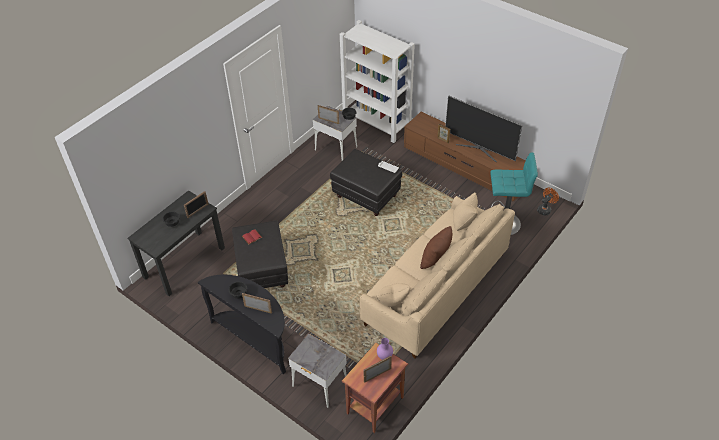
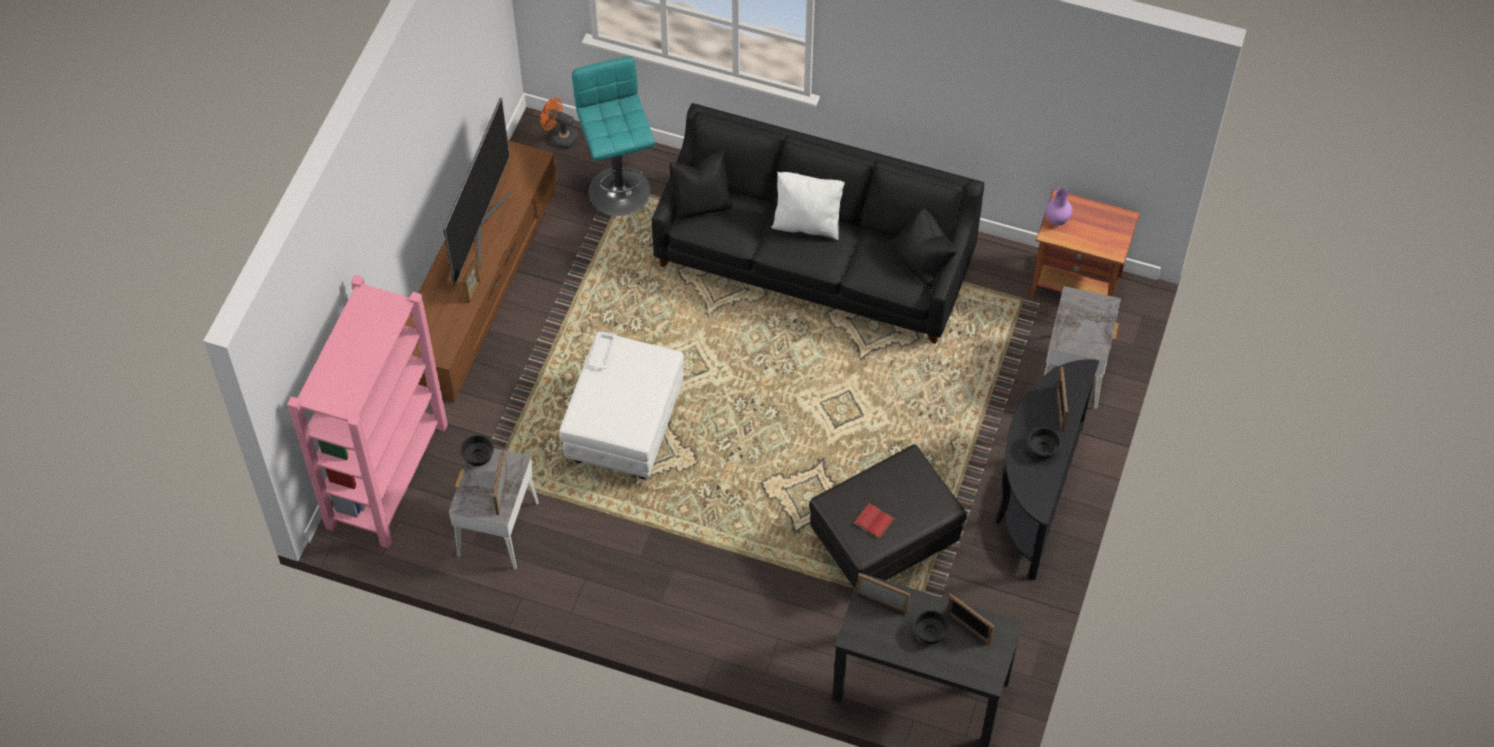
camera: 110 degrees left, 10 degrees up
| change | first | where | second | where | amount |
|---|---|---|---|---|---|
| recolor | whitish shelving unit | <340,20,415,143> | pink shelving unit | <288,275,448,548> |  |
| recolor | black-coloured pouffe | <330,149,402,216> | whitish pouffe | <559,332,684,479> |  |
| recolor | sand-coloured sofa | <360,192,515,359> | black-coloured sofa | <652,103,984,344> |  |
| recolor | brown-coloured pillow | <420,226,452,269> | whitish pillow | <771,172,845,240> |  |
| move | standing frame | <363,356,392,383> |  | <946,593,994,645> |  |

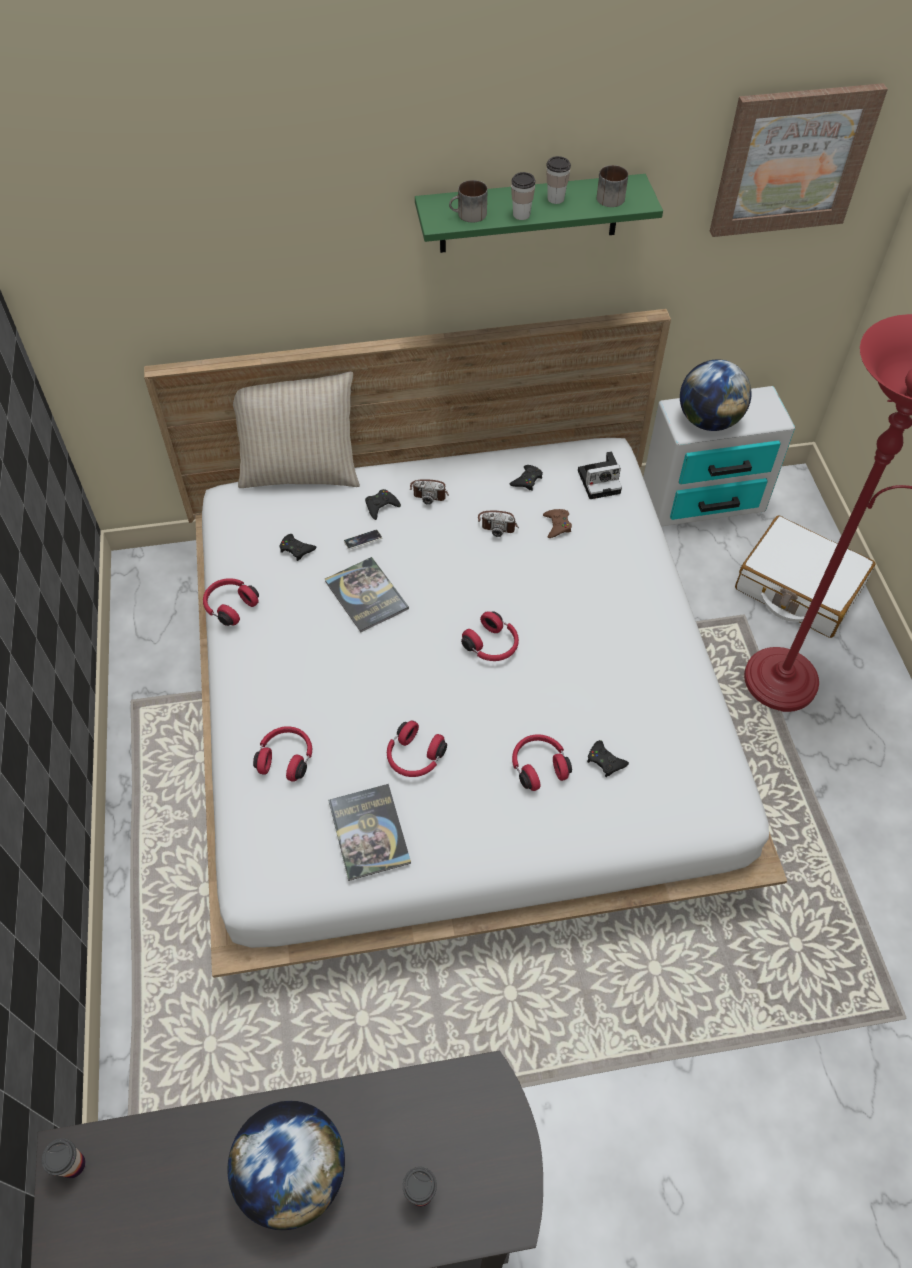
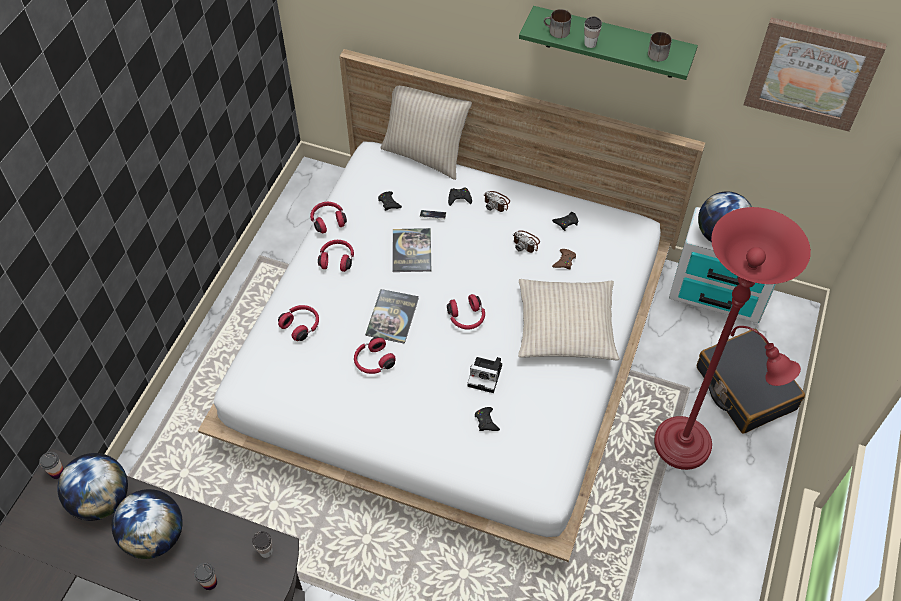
camera: 30 degrees right, 0 degrees up
| change | first | where | second | where | amount |
|---|---|---|---|---|---|
| insert |  |  | world globe | <57,453,128,521> |  |
| move | small cup | <546,156,571,204> |  | <252,531,273,558> |  |
| move | red-coloured headset | <512,734,572,791> |  | <318,240,354,272> |  |
| move | volume | <328,784,411,881> |  | <365,289,419,344> |  |
| move | still camera | <578,451,622,499> |  | <467,357,502,393> |  |
| insert |  |  | sand-coloured pillow | <518,279,620,361> |  |
| recolor | whitish suitcase | <735,516,876,638> | black-coloured suitcase | <697,329,805,434> |  |

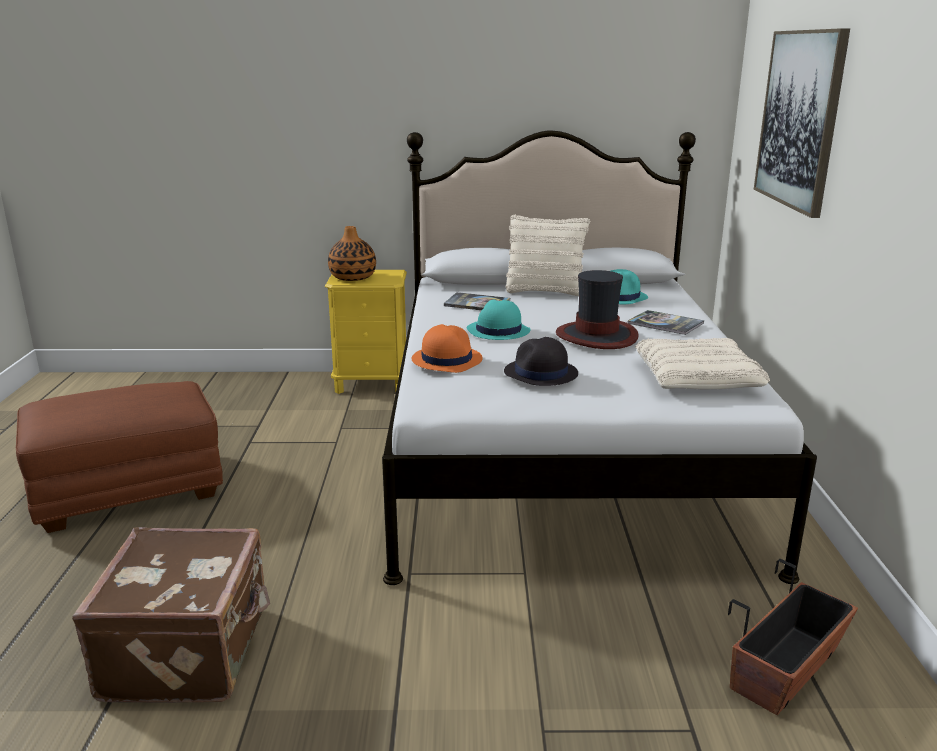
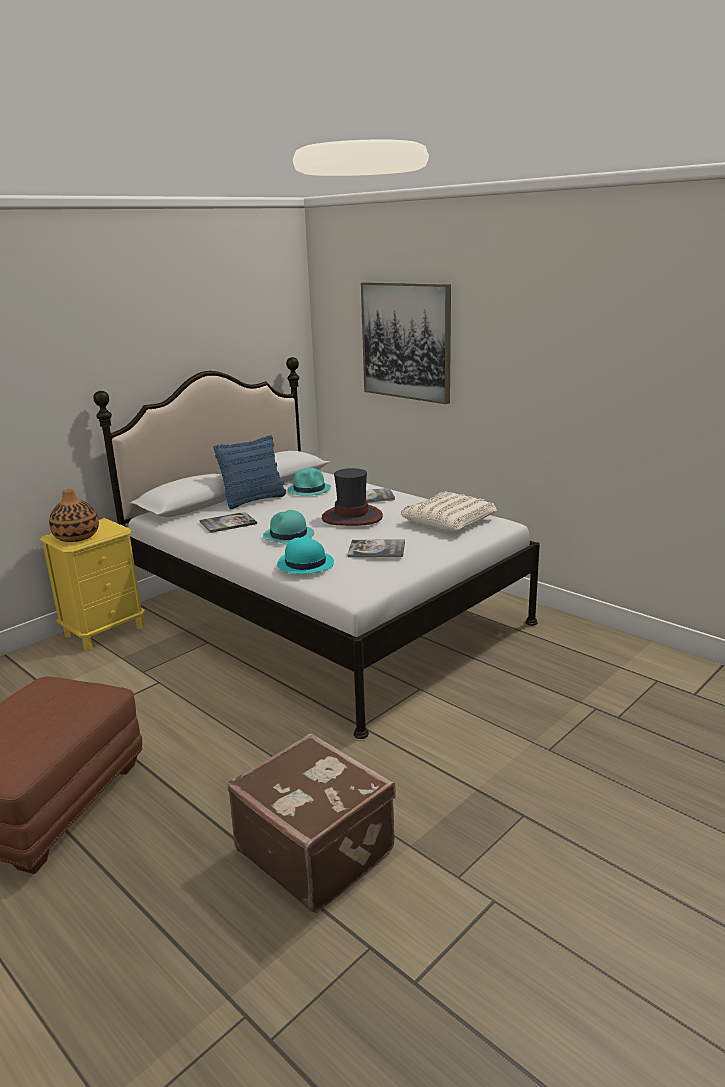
camera: 45 degrees left, 0 degrees up
| change | first | where | second | where | amount |
|---|---|---|---|---|---|
| recolor | sand-coloured pillow | <506,214,591,296> | blue pillow | <213,435,286,509> |  |
| recolor | orange-coloured hat | <412,324,483,373> | turquoise hat | <277,536,334,574> |  |
| replace | black-coloured hat | <504,337,578,386> | volume | <348,539,405,557> |  |
| delete | planter | <728,559,858,715> |  |  |  |

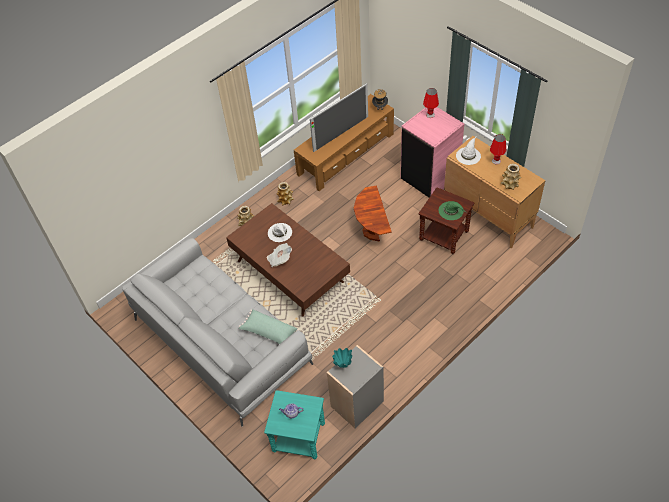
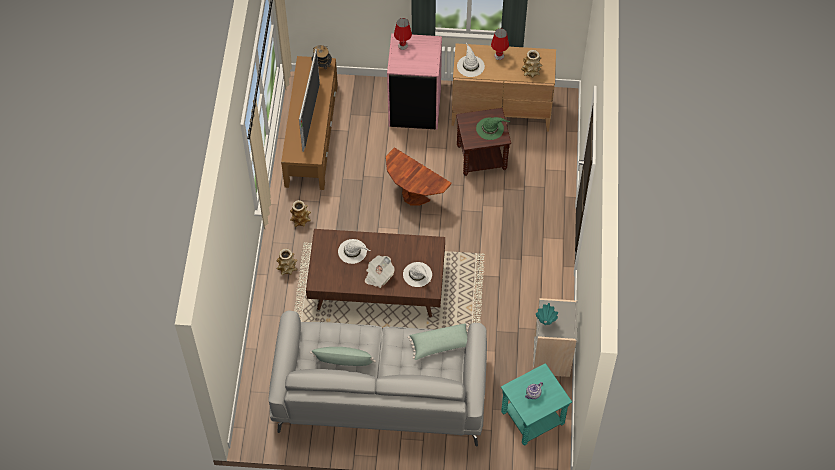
camera: 45 degrees left, 5 degrees up
| change | first | where | second | where | amount |
|---|---|---|---|---|---|
| insert |  |  | green pillow | <310,347,376,366> |  |
| insert |  |  | whitish hat | <403,262,432,287> |  |

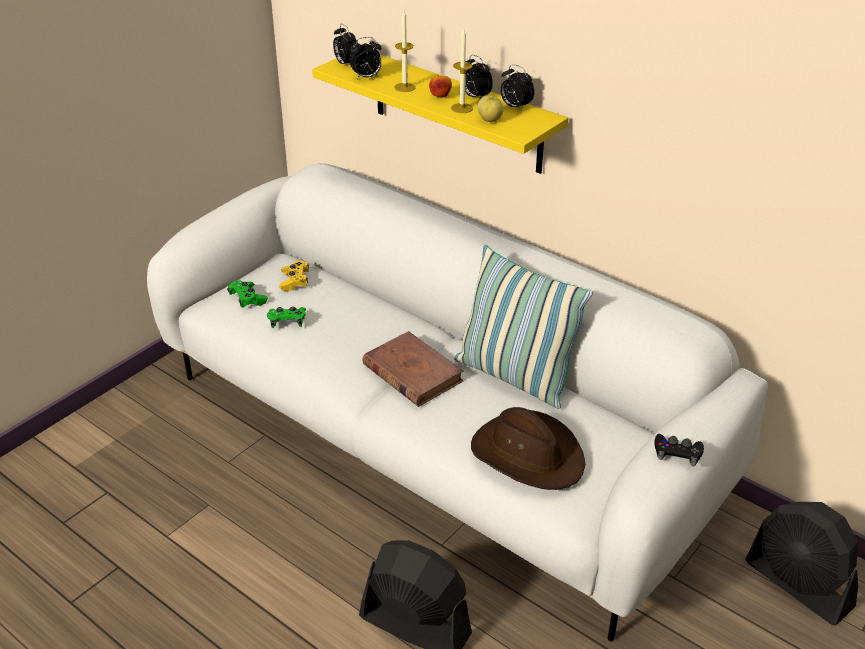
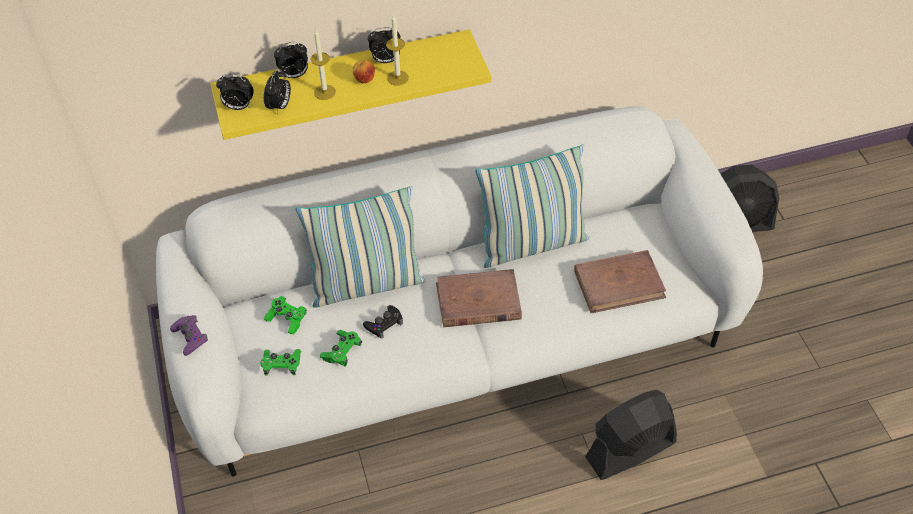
camera: 55 degrees left, 15 degrees up
| change | first | where | second | where | amount |
|---|---|---|---|---|---|
| insert |  |  | purplish joypad | <170,315,208,356> |  |
| recolor | yellow-coloured joypad | <279,260,309,291> | green joypad | <264,296,307,335> |  |
| move | alarm clock | <500,64,534,110> |  | <274,42,308,79> |  |
| insert |  |  | pillow | <296,186,425,308> |  |
| move | black-coloured joypad | <654,434,704,466> |  | <363,305,403,339> |  |
| replace | brown-coloured hat | <471,407,585,490> | brown-coloured volume | <574,250,666,313> |  |
| delete | whole apple | <477,95,504,122> |  |  |  |

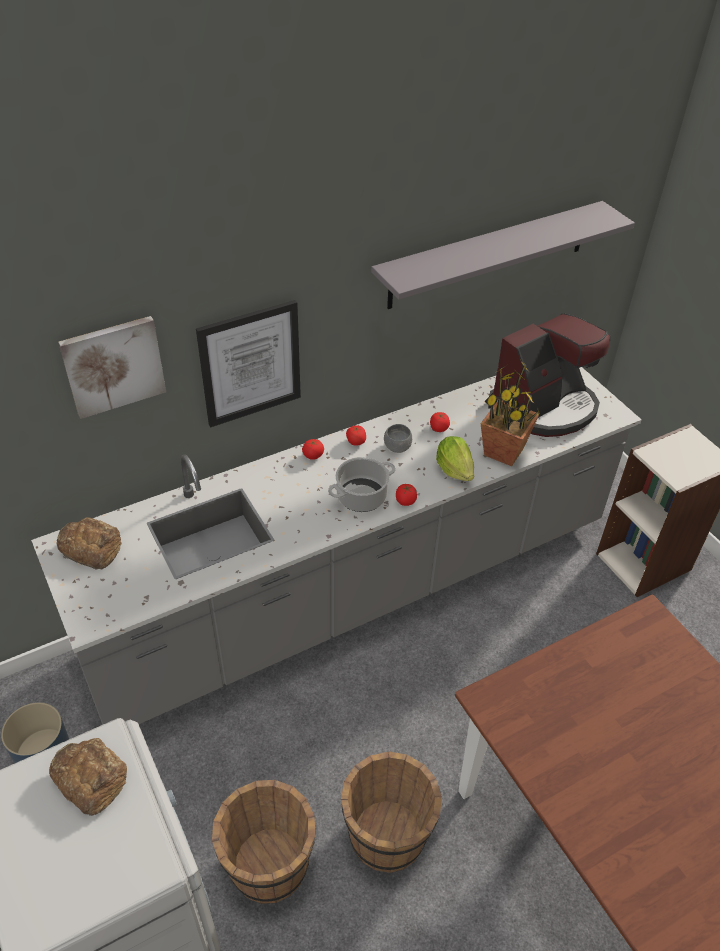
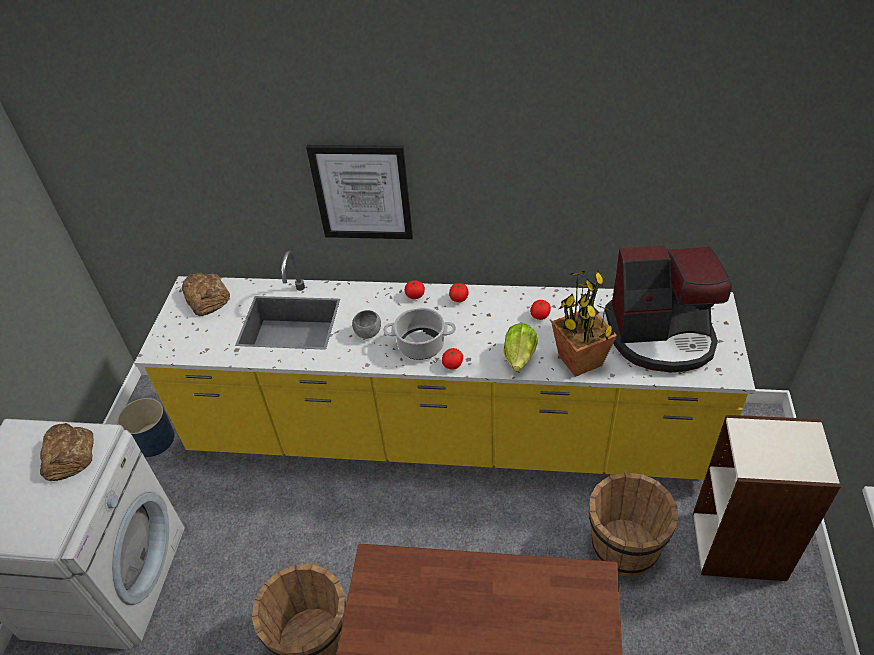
camera: 40 degrees right, 0 degrees up
| change | first | where | second | where | amount |
|---|---|---|---|---|---|
| recolor | greyish kitchen base unit | <31,367,642,725> | yellow-coloured kitchen base unit | <134,251,755,480> |  |
| move | greyish bowl | <384,424,412,453> |  | <352,310,381,338> |  |
| move | brown-coloured pail | <212,780,315,904> |  | <589,472,678,577> |  |
| delete | wall art | <58,316,166,419> |  |  |  |
| delete | greyish wall shelf | <371,201,635,309> |  |  |  |

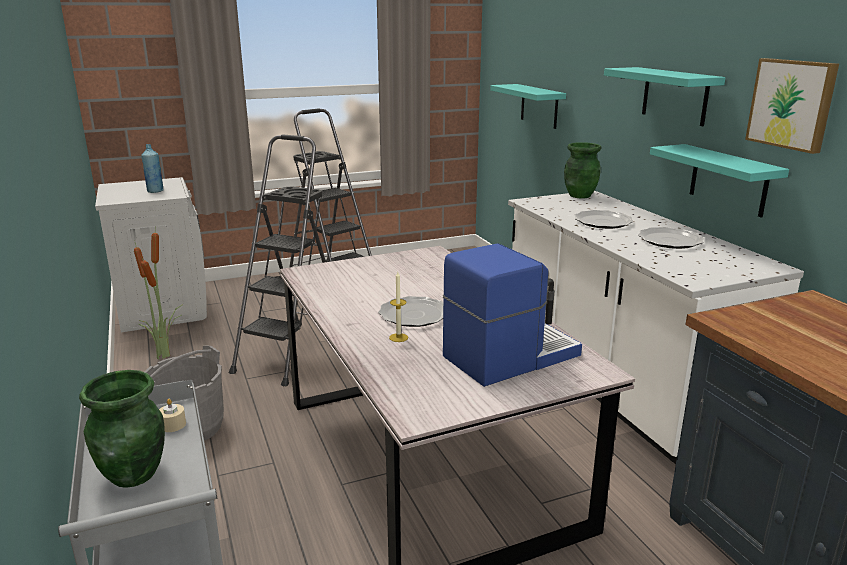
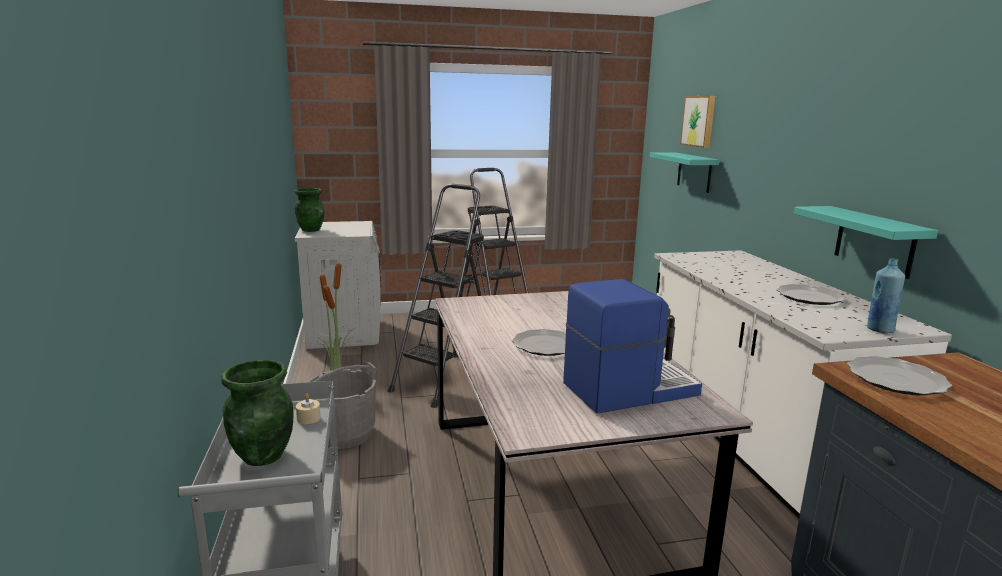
camera: 10 degrees right, 5 degrees down
| change | first | where | second | where | amount |
|---|---|---|---|---|---|
| move | green decorative vase | <564,142,601,198> |  | <295,188,324,232> |  |
| move | wall art | <745,58,839,154> |  | <680,96,715,148> |  |
| move | plate | <574,210,633,229> |  | <847,356,952,395> |  |
| move | blue drink bottle | <141,144,164,193> |  | <867,259,906,333> |  |
| delete | candle | <389,272,408,342> |  |  |  |
| delete | turquoise wall shelf | <604,67,726,126> |  |  |  |

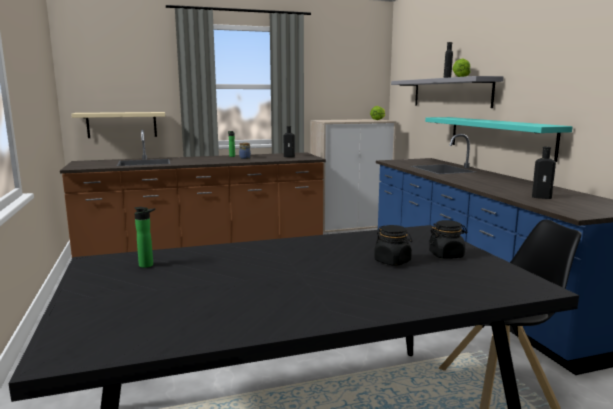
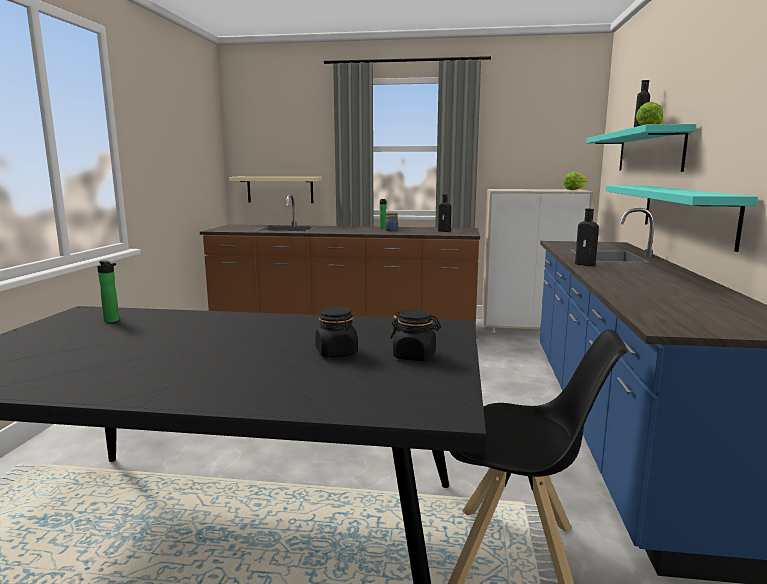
camera: 25 degrees right, 0 degrees up
| change | first | where | second | where | amount |
|---|---|---|---|---|---|
| move | black-coloured drink bottle | <532,147,556,199> |  | <575,209,599,266> |  |
| recolor | greyish wall shelf | <391,76,504,108> | turquoise wall shelf | <586,124,696,172> |  |

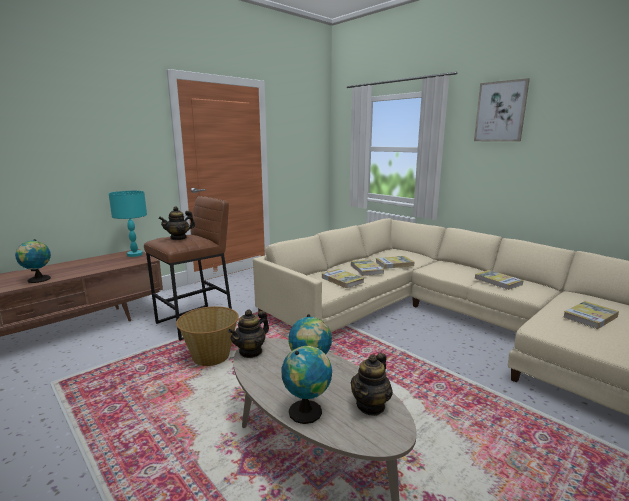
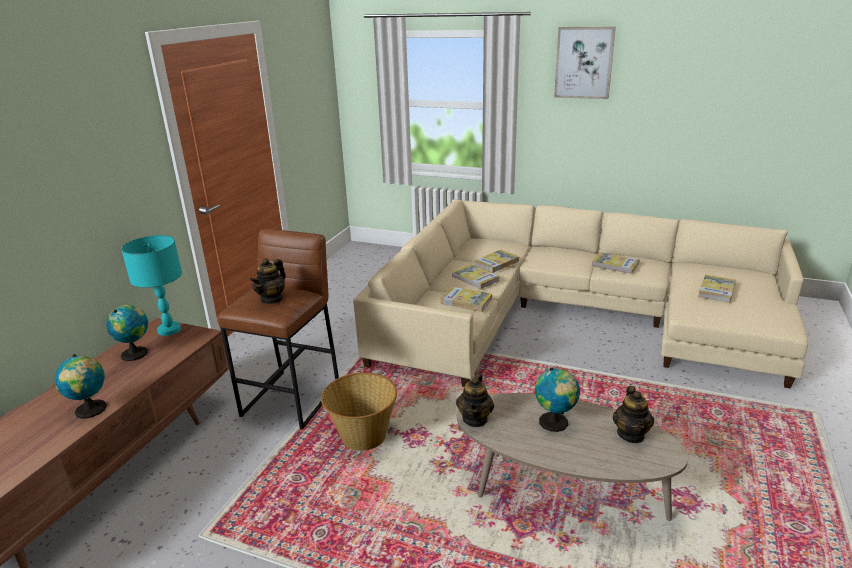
camera: 25 degrees left, 10 degrees up
| change | first | where | second | where | amount |
|---|---|---|---|---|---|
| move | world globe | <281,346,332,424> |  | <106,305,148,361> |  |

